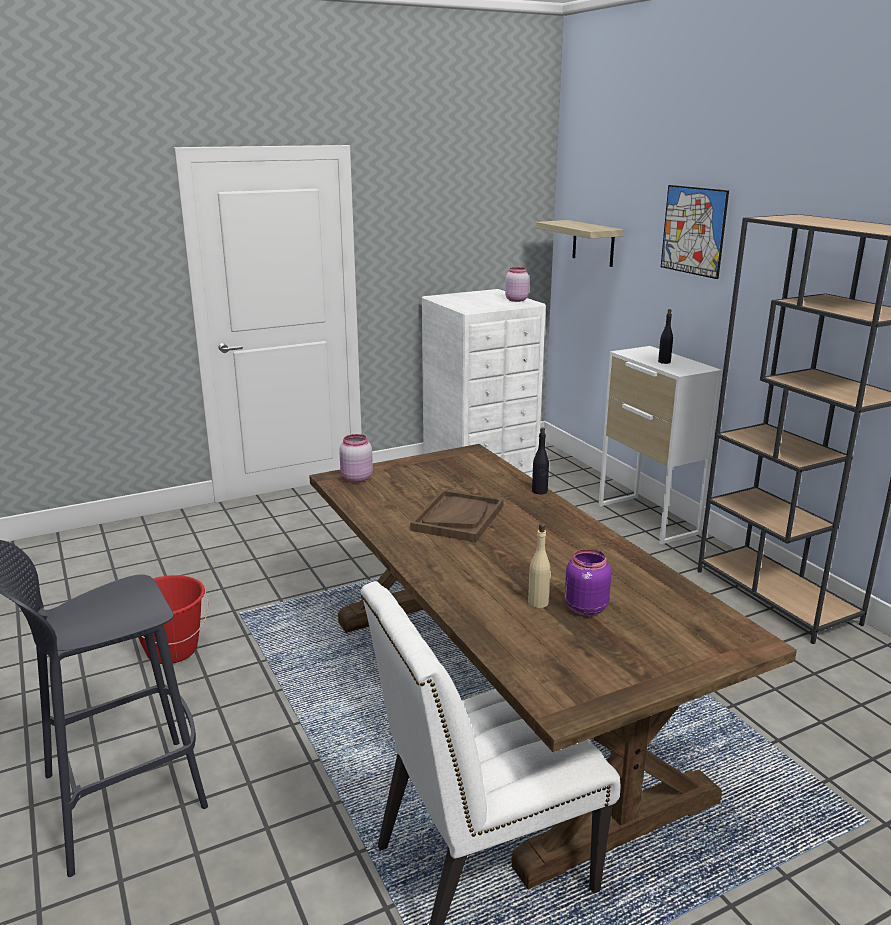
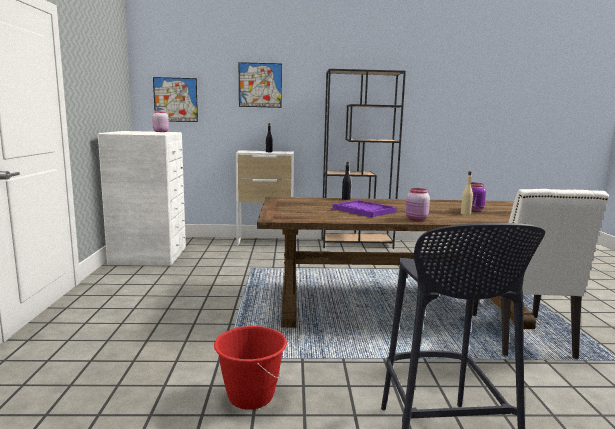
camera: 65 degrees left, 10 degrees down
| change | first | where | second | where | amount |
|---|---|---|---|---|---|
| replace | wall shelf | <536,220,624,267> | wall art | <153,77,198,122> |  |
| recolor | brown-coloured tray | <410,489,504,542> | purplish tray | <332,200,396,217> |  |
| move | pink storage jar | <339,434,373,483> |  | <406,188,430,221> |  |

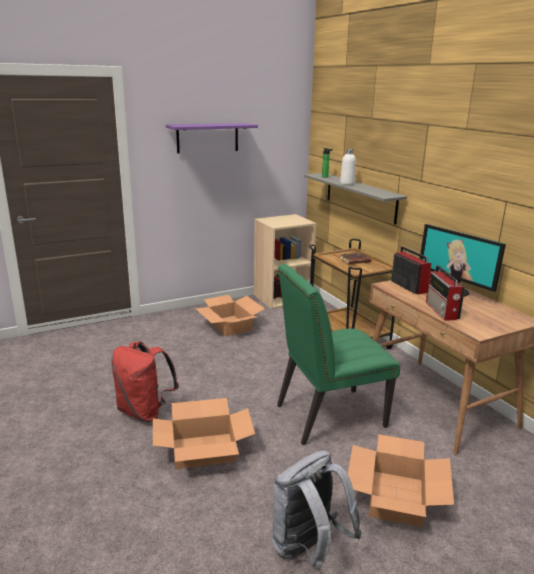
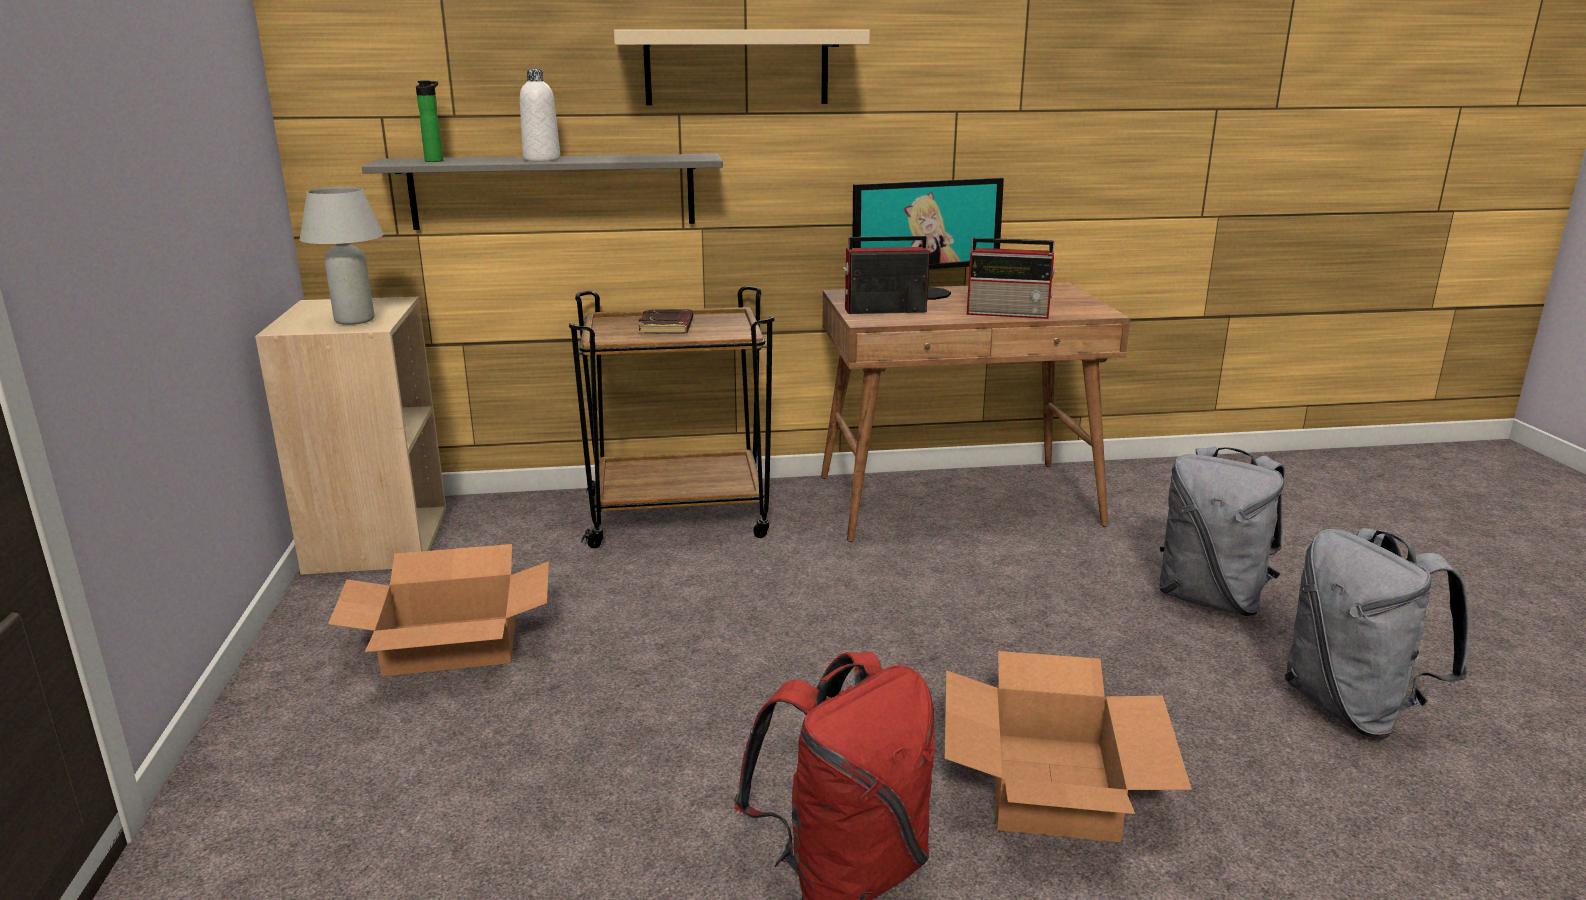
camera: 70 degrees left, 0 degrees up
| change | first | where | second | where | amount |
|---|---|---|---|---|---|
| insert |  |  | whitish table lamp | <300,187,383,325> |  |
| insert |  |  | sand-coloured wall shelf | <614,29,870,105> |  |
| replace | carton | <348,434,454,528> | greyish knapsack | <1159,447,1285,616> |  |
| delete | purplish wall shelf | <166,123,258,154> |  |  |  |
| delete | green upright chair | <277,264,400,445> |  |  |  |

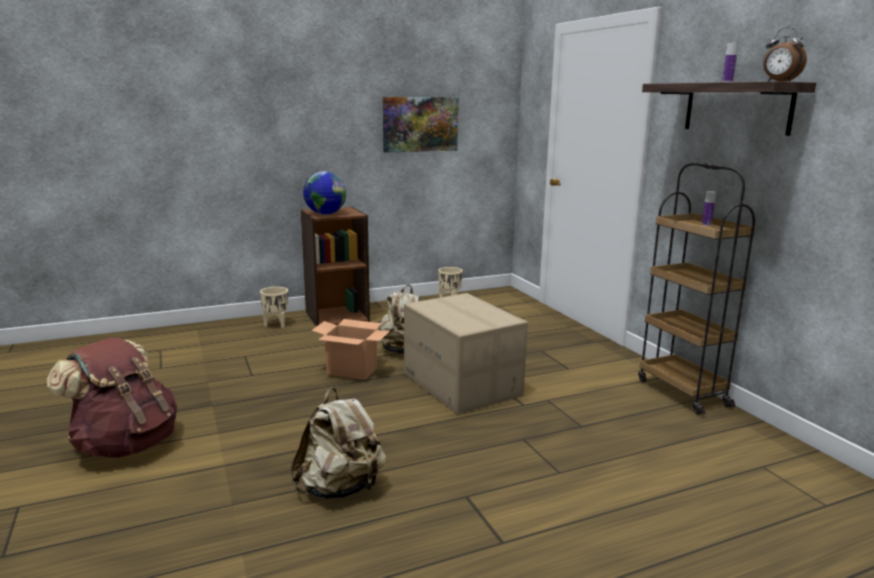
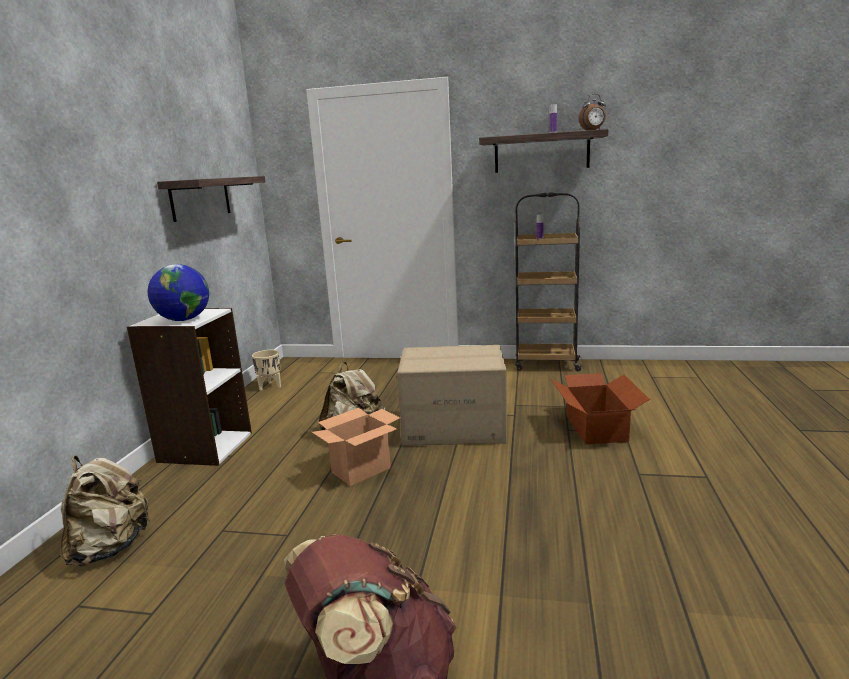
camera: 55 degrees left, 0 degrees up
| change | first | where | second | where | amount |
|---|---|---|---|---|---|
| move | sand-coloured knapsack | <291,388,386,499> |  | <60,456,151,567> |  |
| recolor | brown-coloured shelving unit | <301,207,370,327> | whitish shelving unit | <127,308,252,466> |  |
| replace | wall art | <383,97,458,152> | wall shelf | <157,176,266,222> |  |
| insert |  |  | carton | <551,373,650,444> |  |
| delete | sand-coloured planter | <260,287,288,328> |  |  |  |

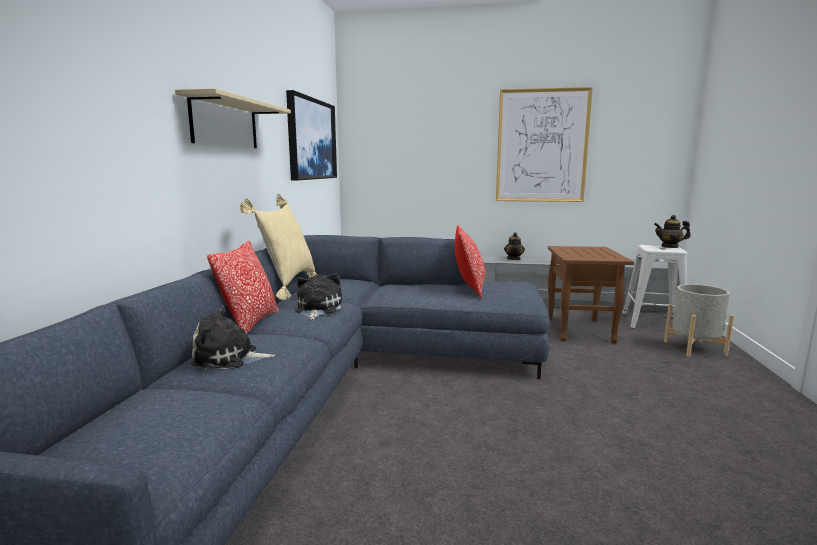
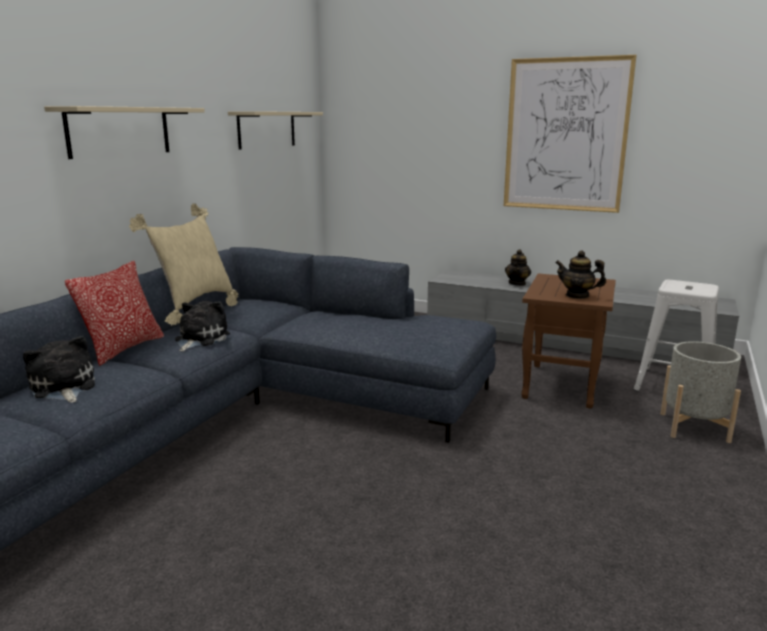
camera: 15 degrees right, 5 degrees up
| change | first | where | second | where | amount |
|---|---|---|---|---|---|
| rotate | soft toy | <190,305,275,369> |  | <23,336,95,403> | 45 degrees clockwise |
| replace | wall art | <286,90,337,180> | sand-coloured wall shelf | <228,111,323,150> |  |
| move | tea pot | <654,215,691,248> |  | <555,251,606,299> |  |
| delete | pillow | <455,225,485,298> |  |  |  |

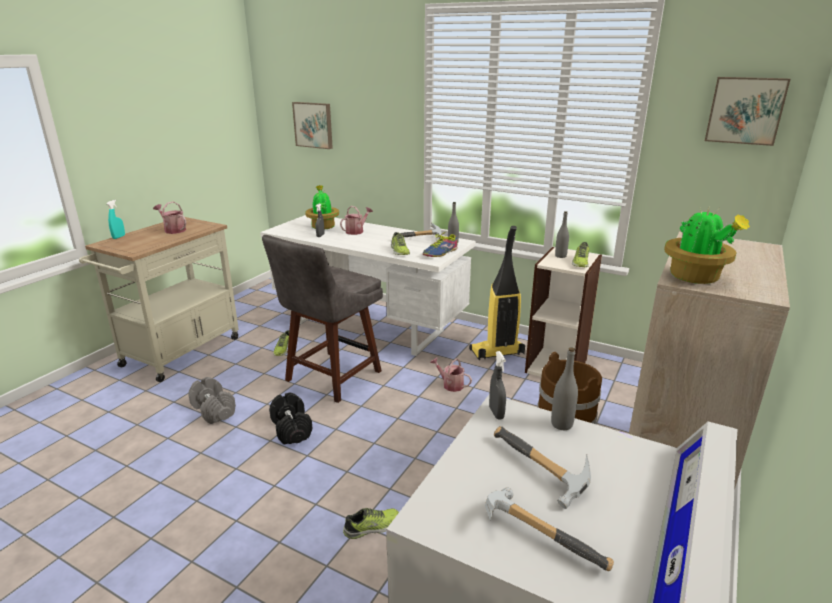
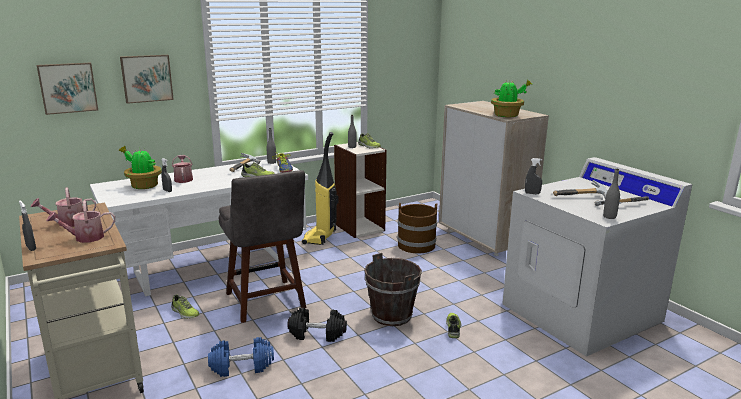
camera: 60 degrees left, 5 degrees down
| change | first | where | second | where | amount |
|---|---|---|---|---|---|
| recolor | turquoise sprayer | <107,200,125,239> | greyish sprayer | <19,201,36,251> |  |
| move | watering can | <430,357,472,392> |  | <46,200,115,243> |  |
| move | wall art | <705,77,790,146> |  | <120,55,174,104> |  |
| recolor | greyish dumbbell | <188,377,236,424> | blue dumbbell | <208,337,274,377> |  |
| insert |  |  | brown-coloured pail | <364,253,422,326> |  |
| move | greyish drink bottle | <551,347,578,430> |  | <603,169,620,219> |  |

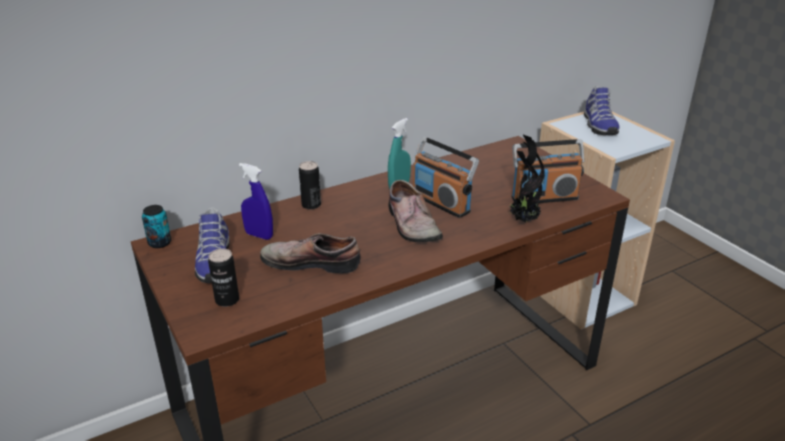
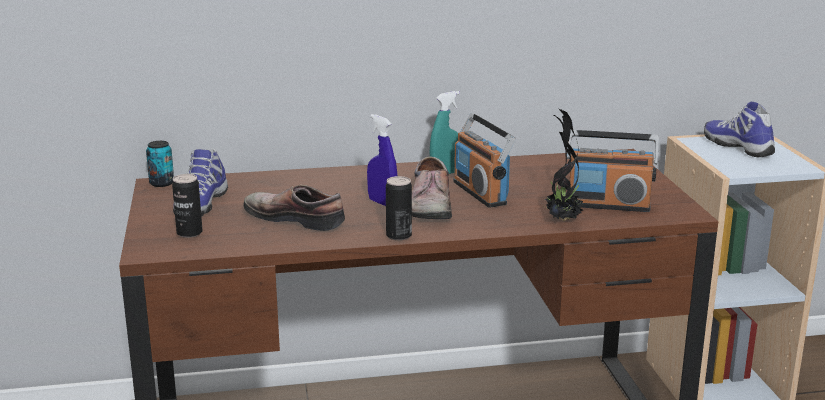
camera: 20 degrees right, 10 degrees down
| change | first | where | second | where | amount |
|---|---|---|---|---|---|
| move | blue sprayer | <239,163,273,240> |  | <367,114,397,206> |  |
| move | can | <299,161,321,210> |  | <386,176,412,240> |  |
| rotate | item of footwear | <584,86,620,135> |  | <704,102,775,157> | 135 degrees clockwise |

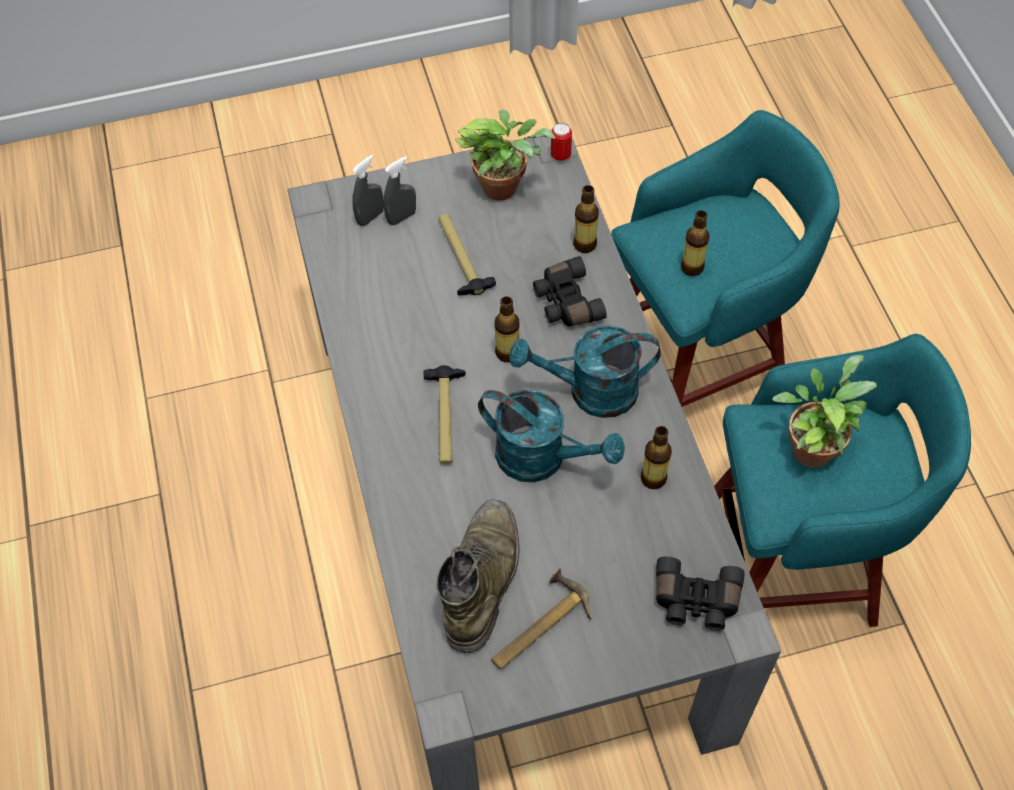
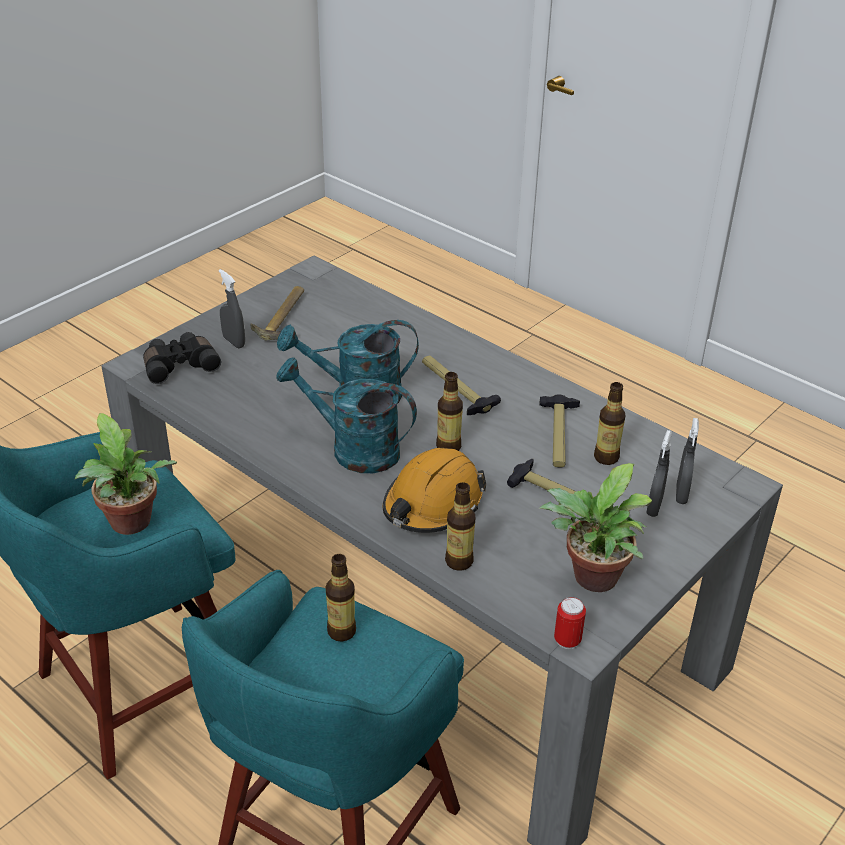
camera: 145 degrees right, 20 degrees down
| change | first | where | second | where | amount |
|---|---|---|---|---|---|
| insert |  |  | greyish sprayer | <219,269,245,349> |  |
| rotate | turquoise watering can | <509,325,661,418> |  | <276,357,417,473> | 120 degrees counterclockwise |
| replace | black-coloured pair of binoculars | <533,256,607,326> | orange-coloured safety helmet | <383,448,486,533> |  |
| insert |  |  | tool hammer | <539,394,580,467> |  |
| move | drink bottle | <640,426,672,489> |  | <594,382,626,465> |  |
| delete | green boot | <436,499,520,653> |  |  |  |

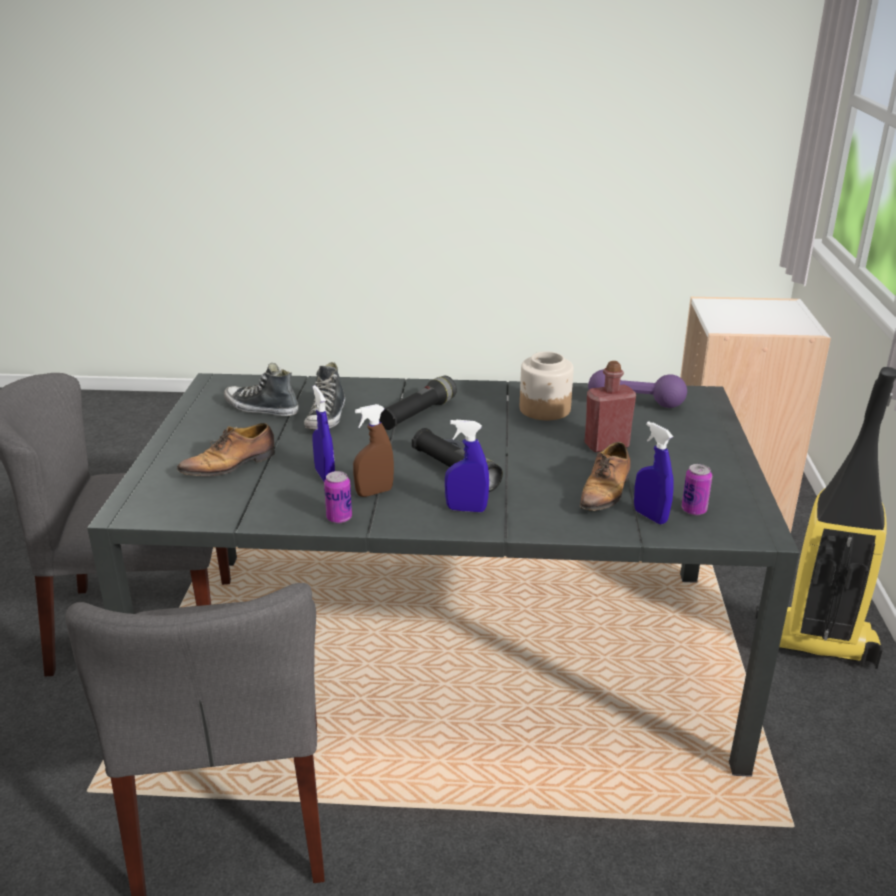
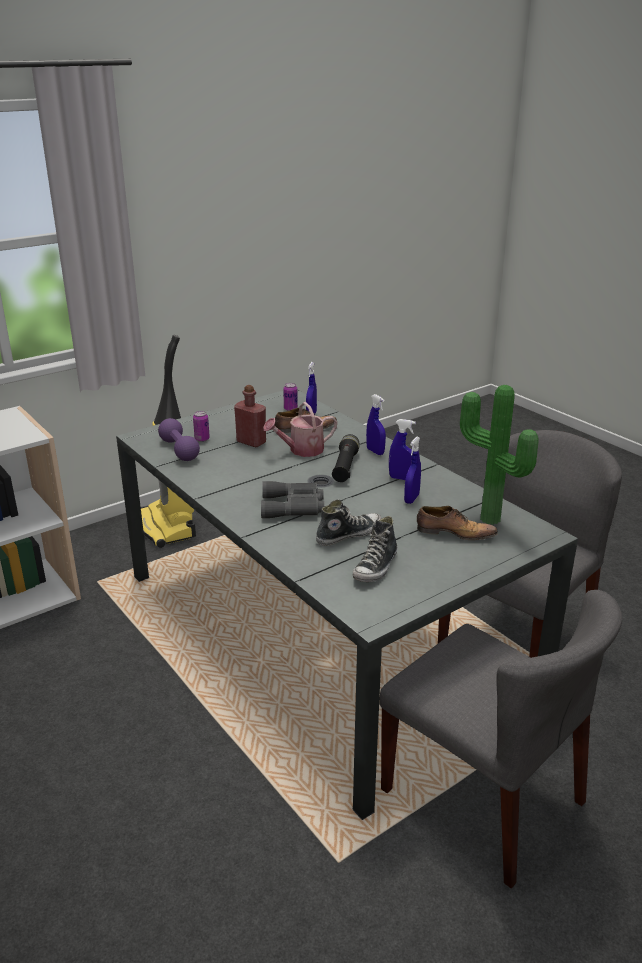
camera: 130 degrees left, 0 degrees up
| change | first | where | second | where | amount |
|---|---|---|---|---|---|
| move | can | <324,471,352,523> |  | <193,411,210,442> |  |
| replace | black-coloured hand torch | <379,376,457,430> | greyish pair of binoculars | <261,481,324,518> |  |
| insert |  |  | watering can | <263,402,337,457> |  |
| rotate | item of footwear | <224,363,299,416> |  | <353,516,397,582> | 45 degrees clockwise |
| recolor | brown-coloured sprayer | <353,404,394,497> | blue sprayer | <389,419,416,480> |  |
| insert |  |  | plant in a pot | <460,385,538,525> |  |
| delete | storage jar | <520,352,574,420> |  |  |  |

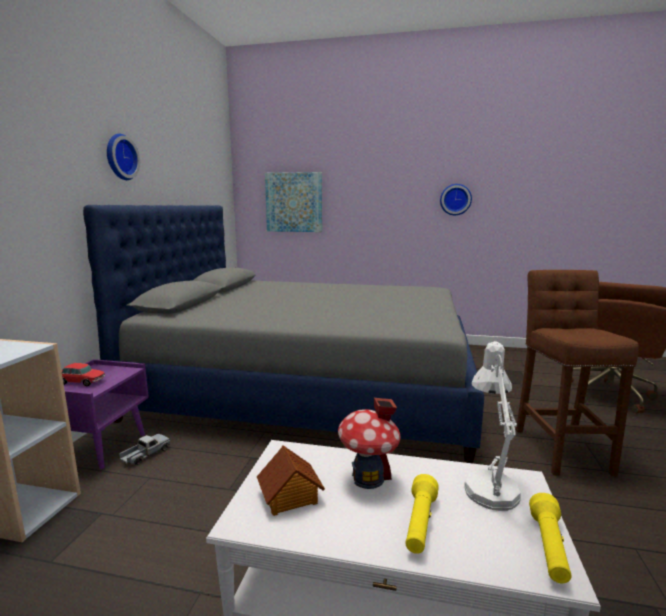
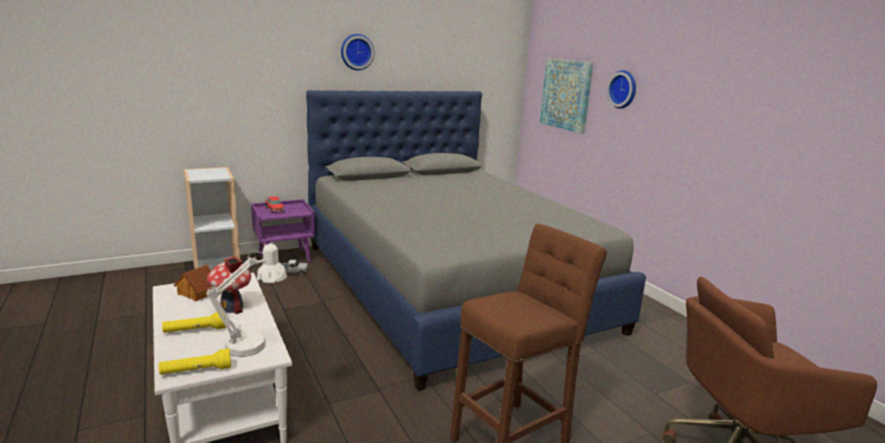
camera: 50 degrees right, 5 degrees up
| change | first | where | second | where | amount |
|---|---|---|---|---|---|
| move | hanging clock | <440,184,472,215> |  | <607,70,636,109> |  |

